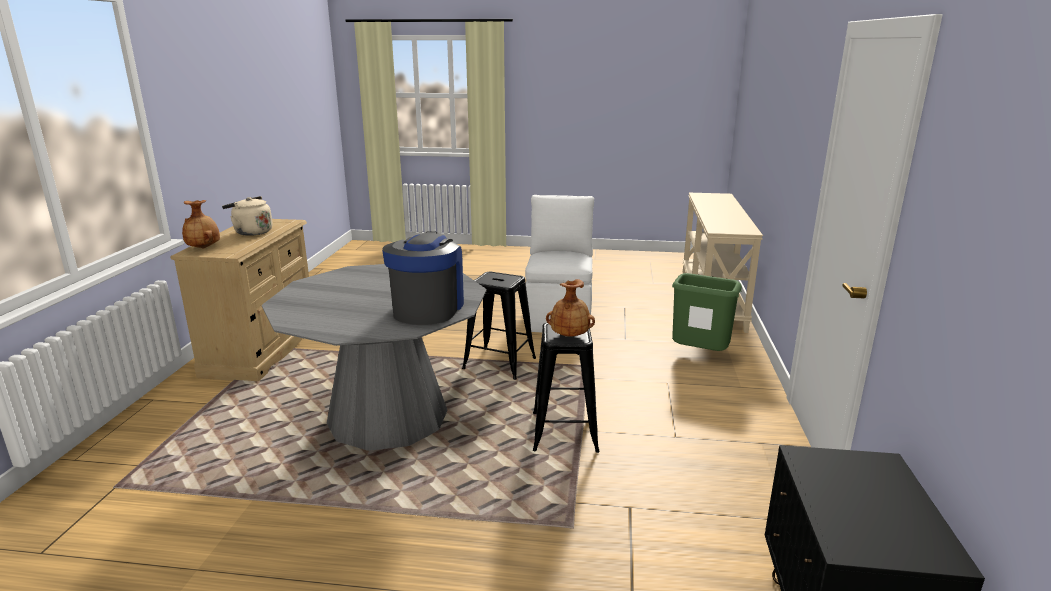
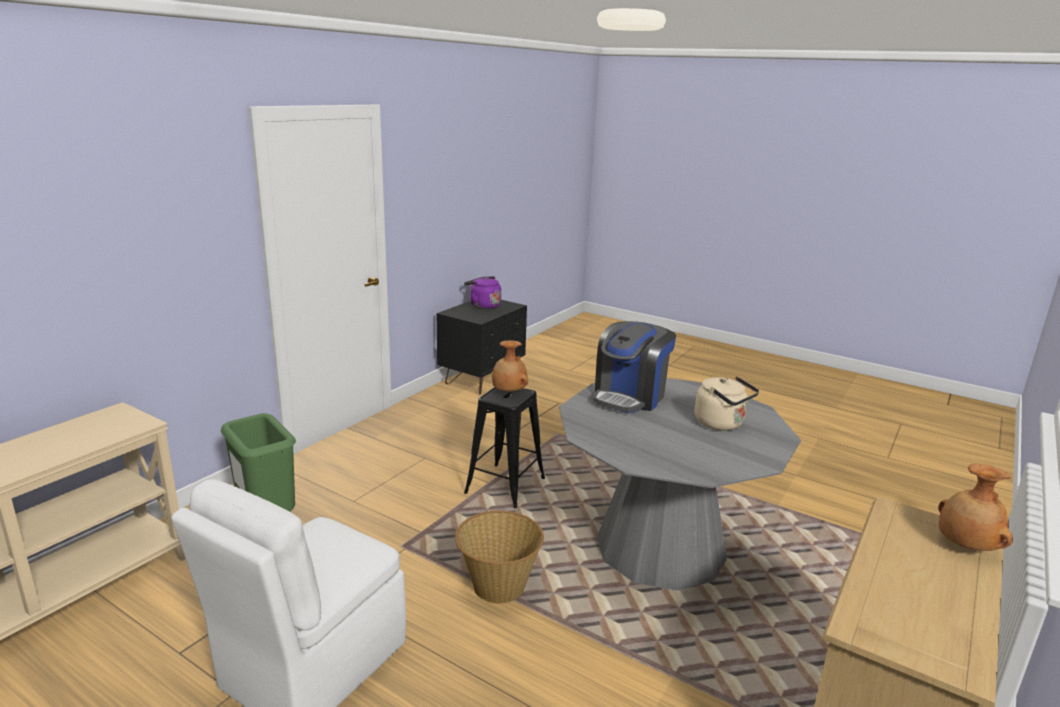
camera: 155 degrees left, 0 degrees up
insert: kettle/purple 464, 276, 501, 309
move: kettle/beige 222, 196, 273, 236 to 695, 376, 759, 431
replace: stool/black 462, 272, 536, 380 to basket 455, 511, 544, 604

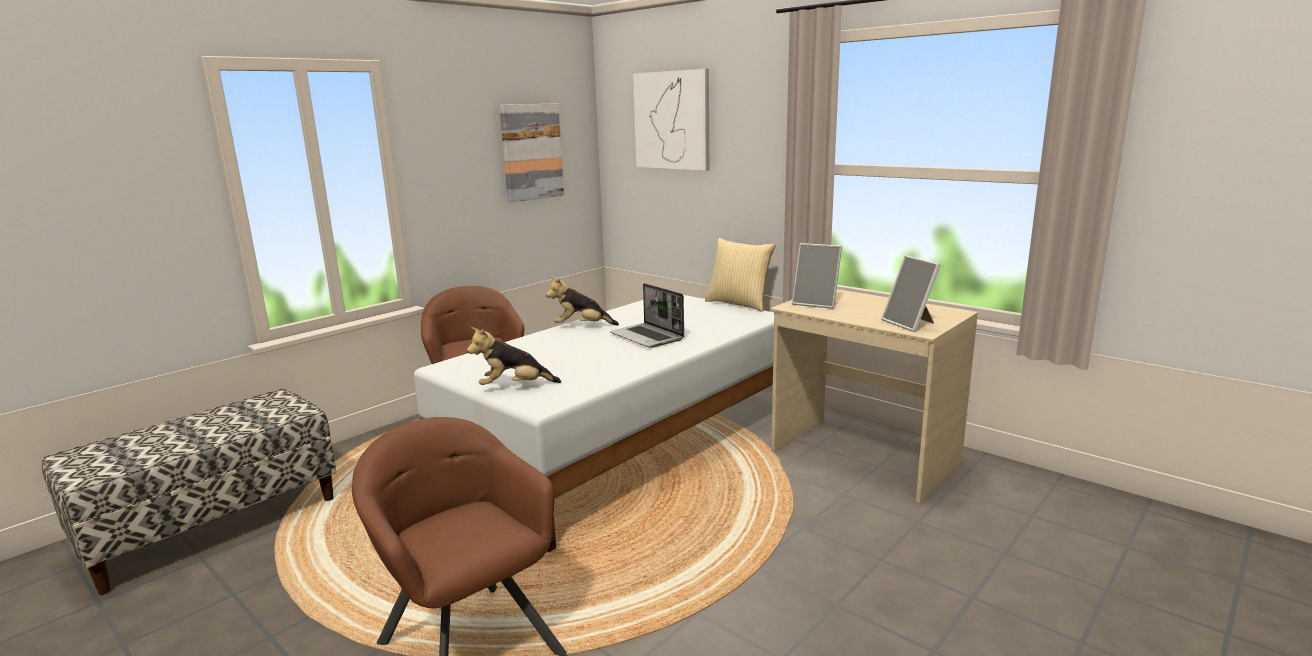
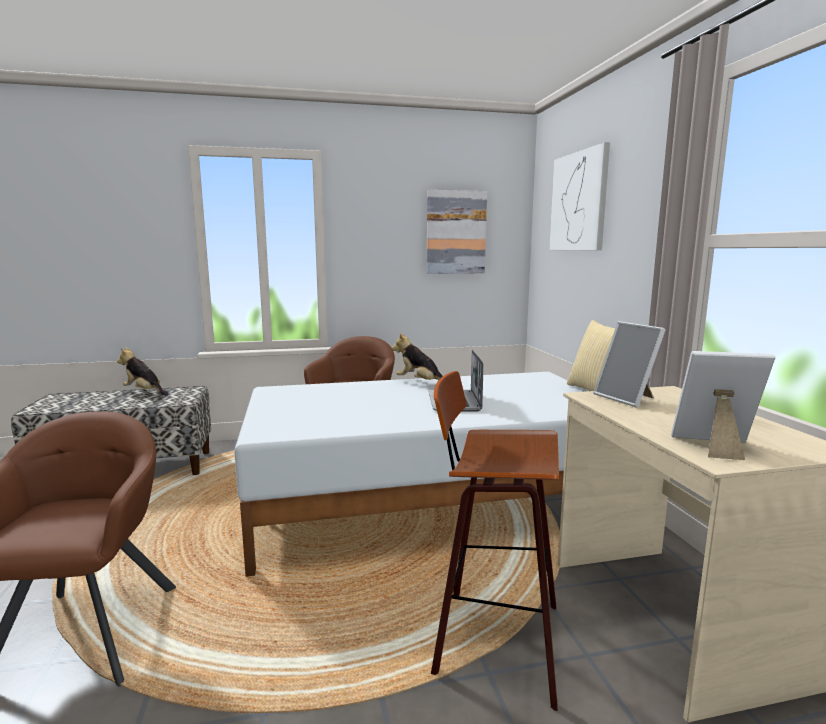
camera: 35 degrees right, 5 degrees down
insert: stool 431, 371, 559, 711
move: plush toy 467, 327, 561, 385 to 117, 347, 169, 396
rotate: picture frame 881, 255, 941, 332 = 671, 351, 776, 460 90 degrees clockwise

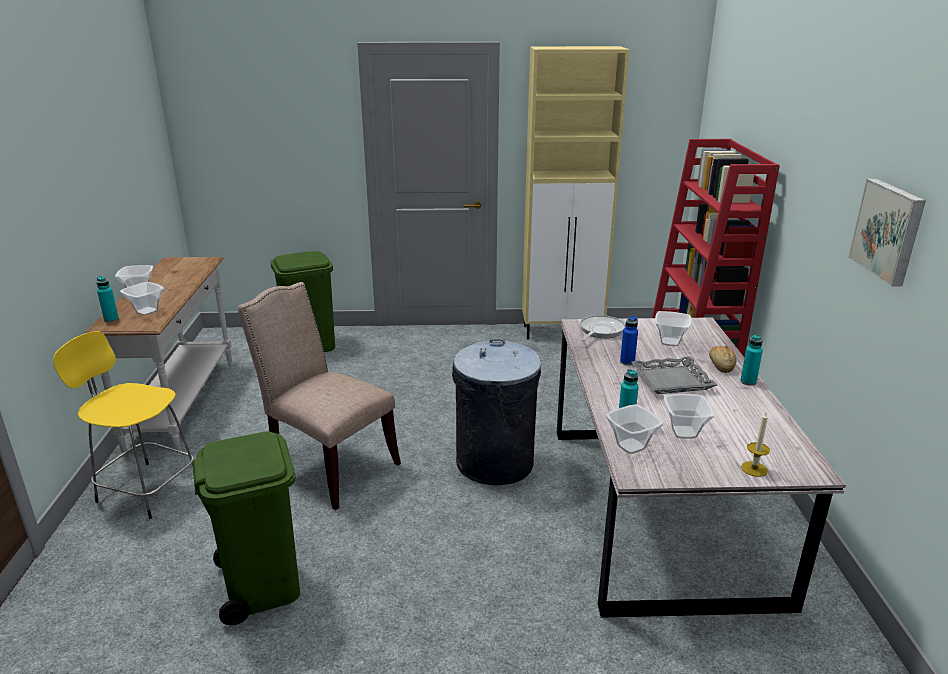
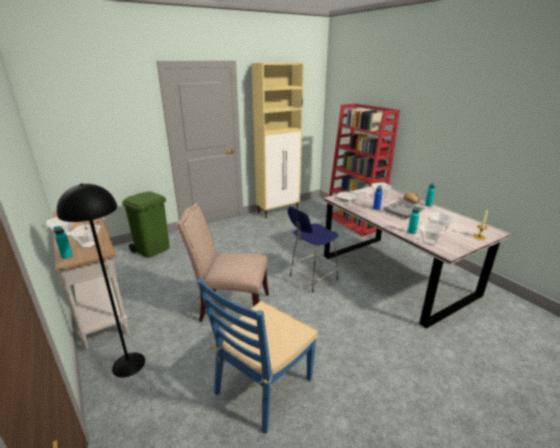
camera: 30 degrees left, 0 degrees up
delete: picture 848, 179, 926, 286
replace: stool/yellow 53, 331, 194, 519 to floor lamp/black 57, 183, 145, 377; trash can/green 193, 431, 300, 625 to chair/blue 197, 278, 318, 434; trash can/grey 452, 338, 541, 485 to stool/blue 288, 207, 339, 293

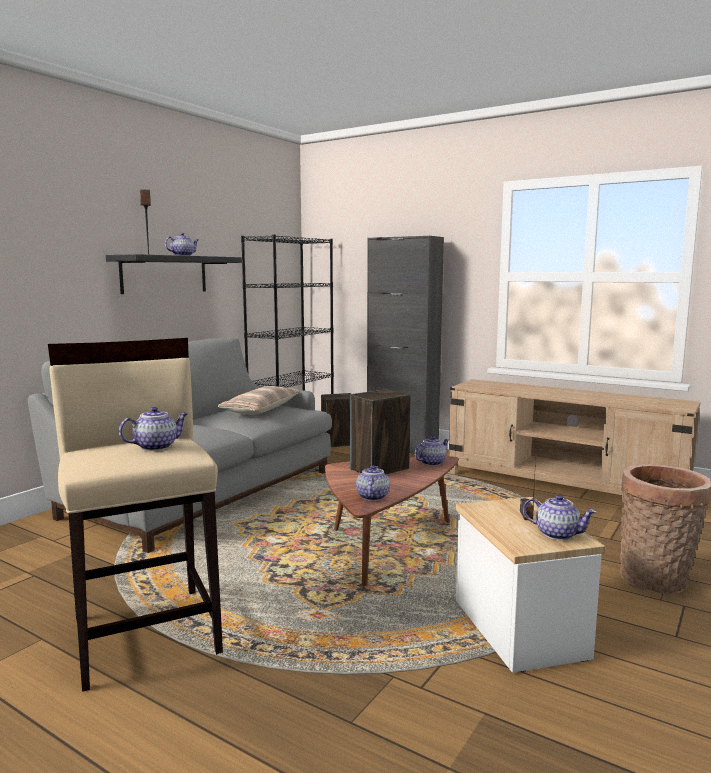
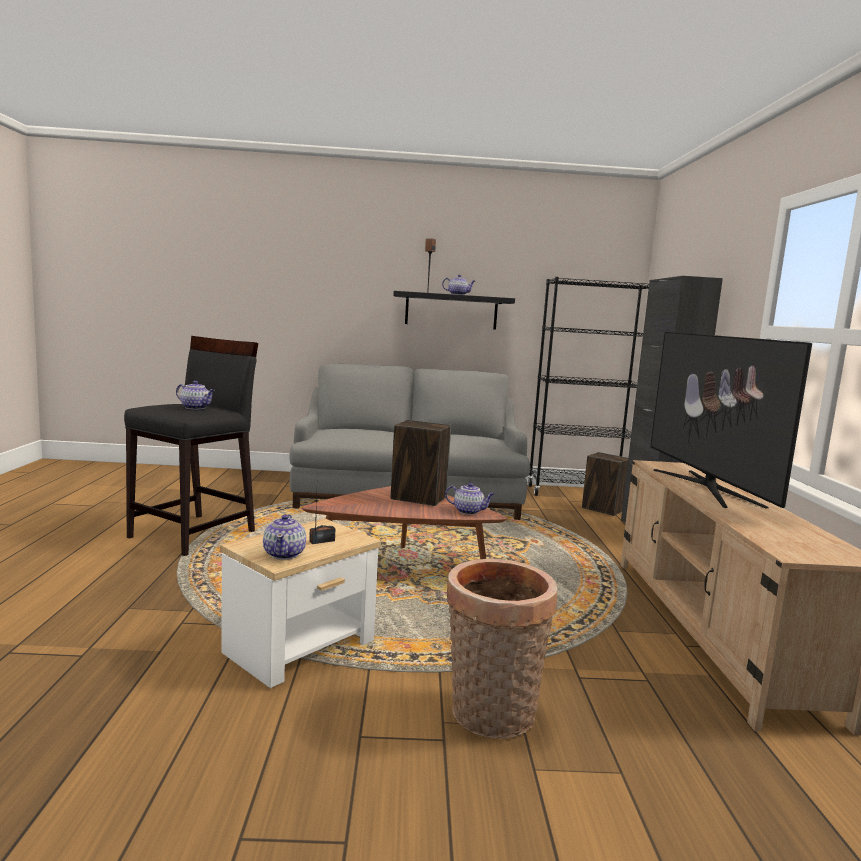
camera: 55 degrees right, 0 degrees up
delete: pillow 218, 386, 301, 415; teapot 356, 465, 390, 501
insert: television 650, 332, 812, 508
recolor: stool/beige 48, 338, 223, 692 to stool/black 124, 336, 258, 556

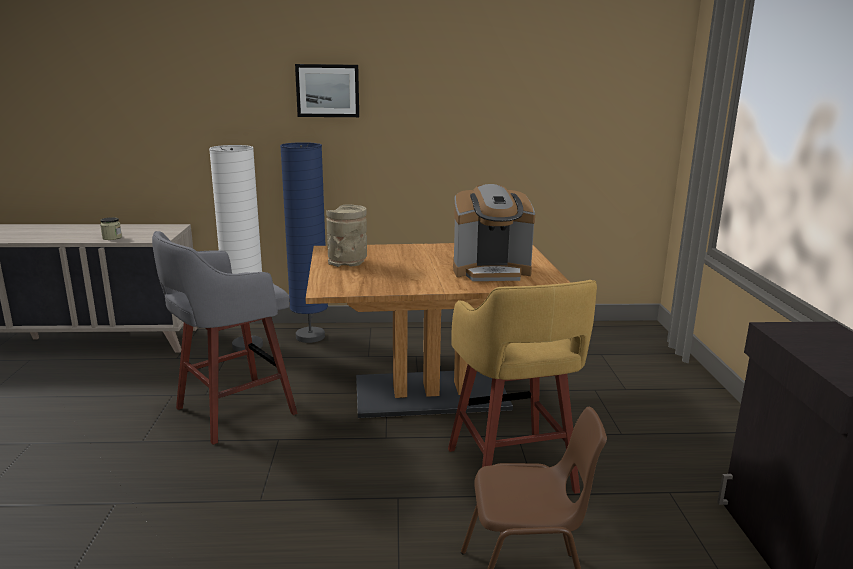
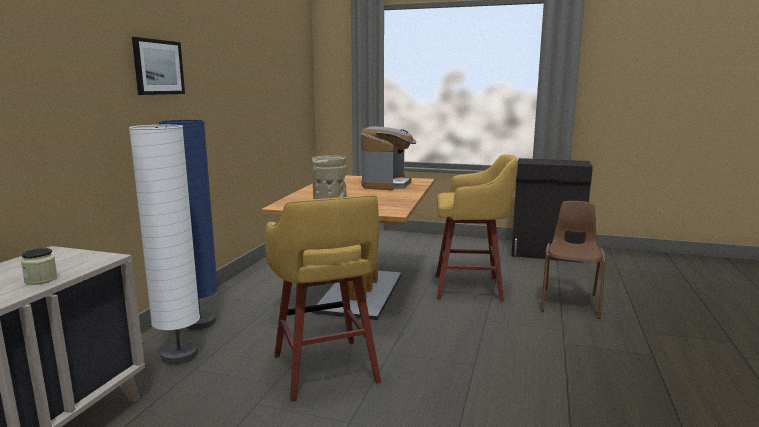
camera: 70 degrees left, 5 degrees down
recolor: stool/grey 152, 231, 297, 445 to stool/yellow 265, 195, 381, 402

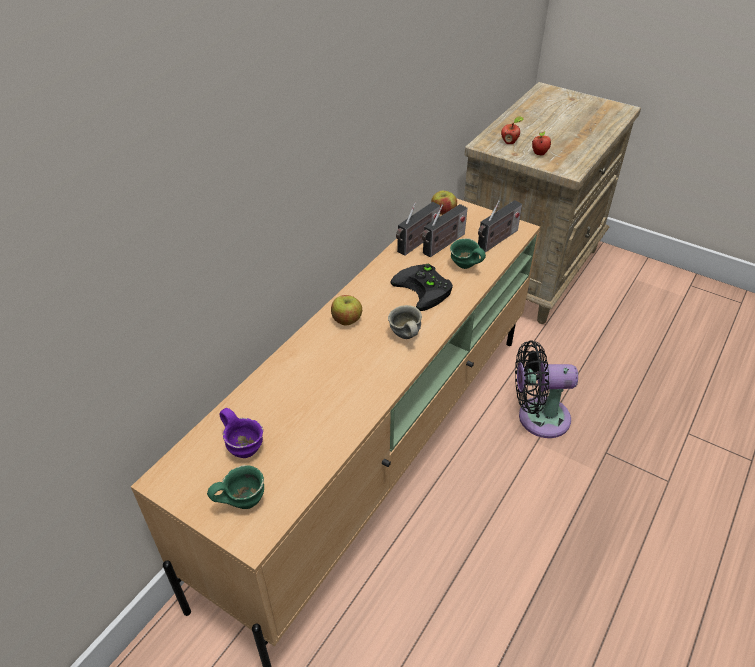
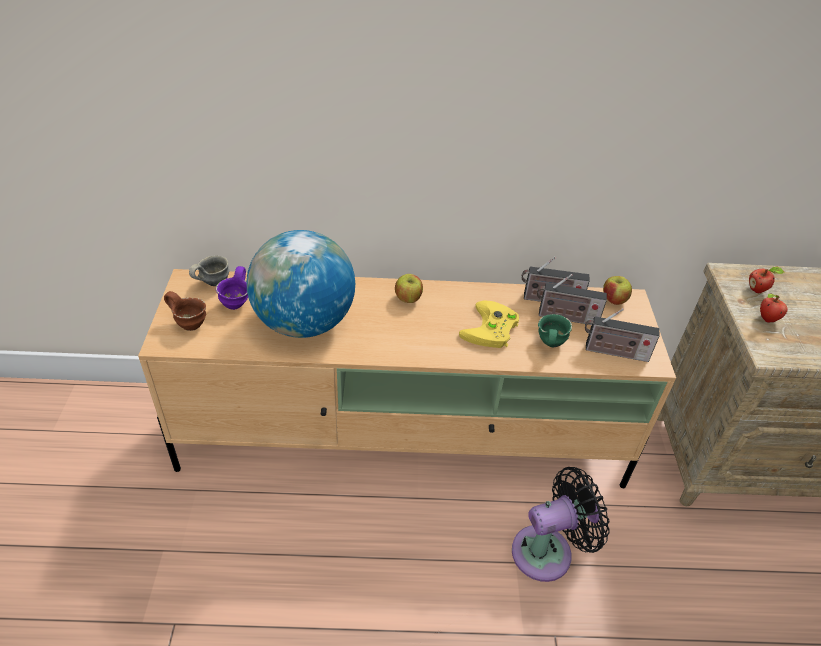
camera: 55 degrees right, 0 degrees up
insert: globe 246, 230, 355, 338
move: mug/grey 388, 305, 422, 339 to 189, 255, 229, 286
recolor: mug/green 207, 465, 264, 509 to mug/brown 164, 291, 206, 331; game controller/black 391, 264, 453, 311 to game controller/yellow 459, 300, 519, 348
rotate: fan/black 515, 340, 578, 438 = 512, 467, 610, 582 105 degrees clockwise

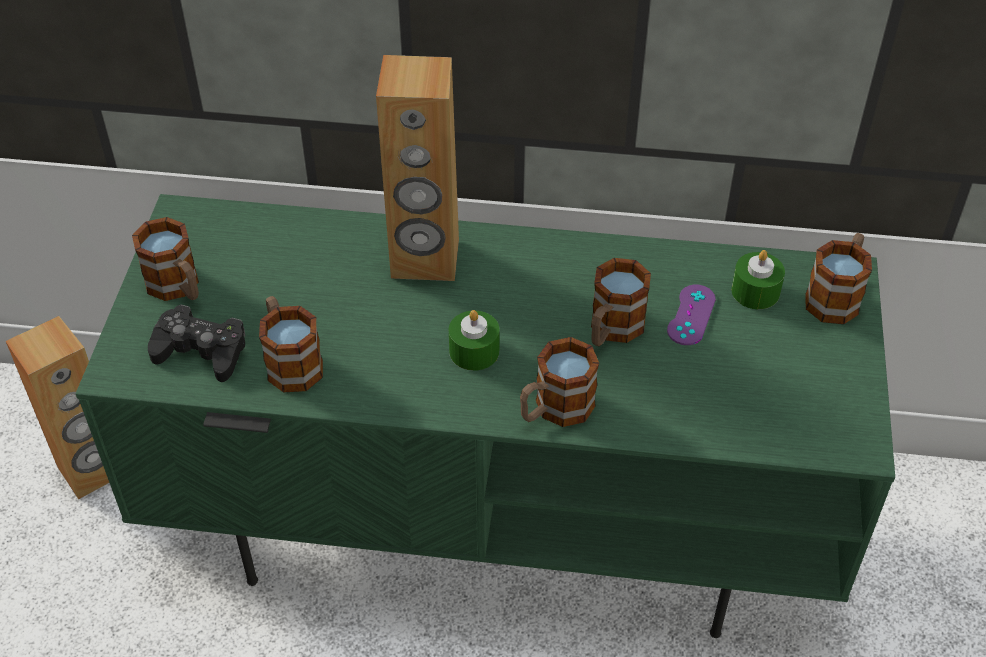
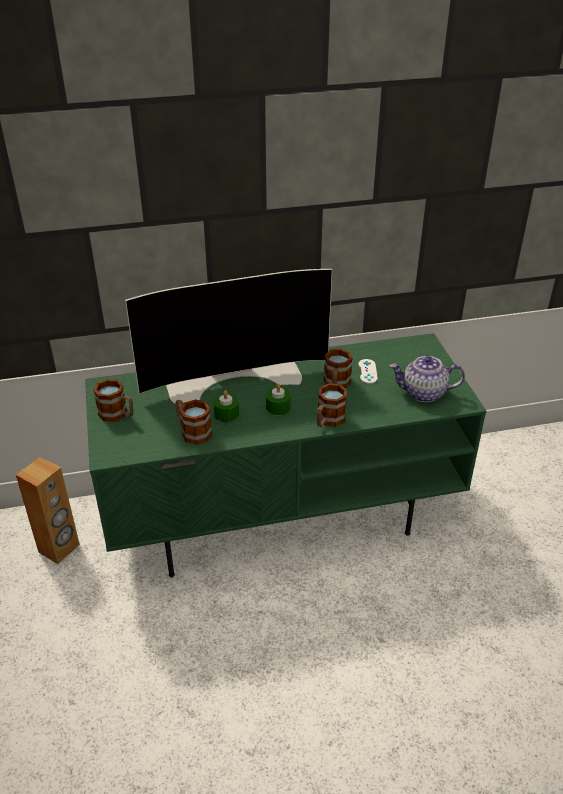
camera: 20 degrees left, 10 degrees down
delete: game controller/black 148, 305, 246, 382; mug 805, 233, 872, 324
insert: teapot 389, 356, 465, 402
move: candle/green 731, 250, 785, 309 to 213, 390, 239, 422
replace: speaker/brown 376, 55, 459, 281 to television 125, 269, 332, 406
recolor: game controller/purple 667, 285, 716, 345 to game controller/white 358, 359, 378, 384

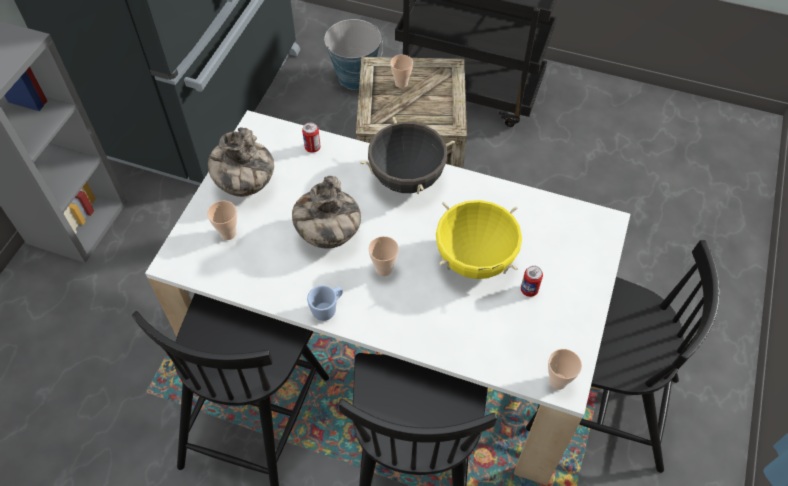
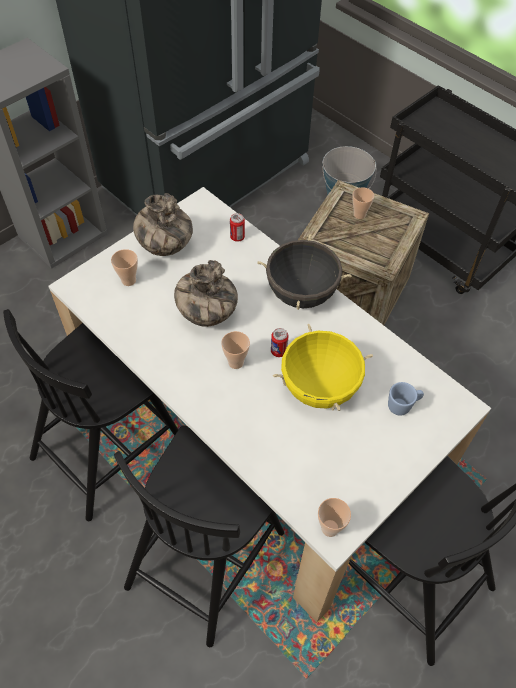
camera: 25 degrees right, 0 degrees up
move: can 521, 266, 543, 297 to 271, 328, 289, 357; mug/blue 307, 285, 343, 321 to 388, 382, 424, 416

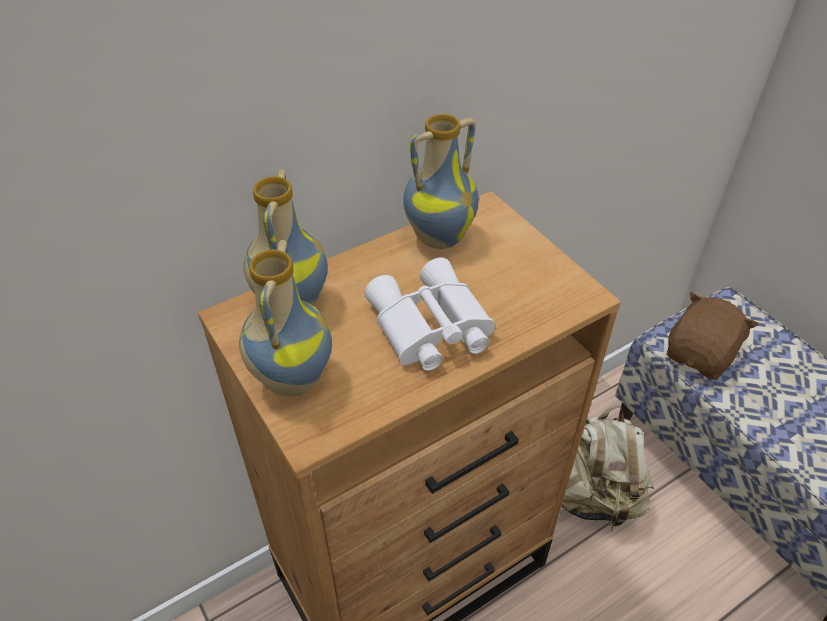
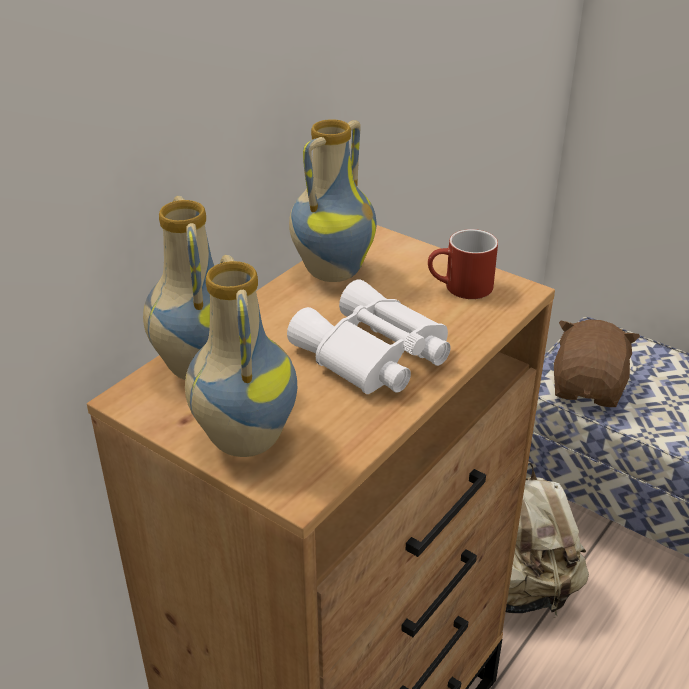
camera: 20 degrees left, 10 degrees down
insert: mug/red 428, 229, 498, 299

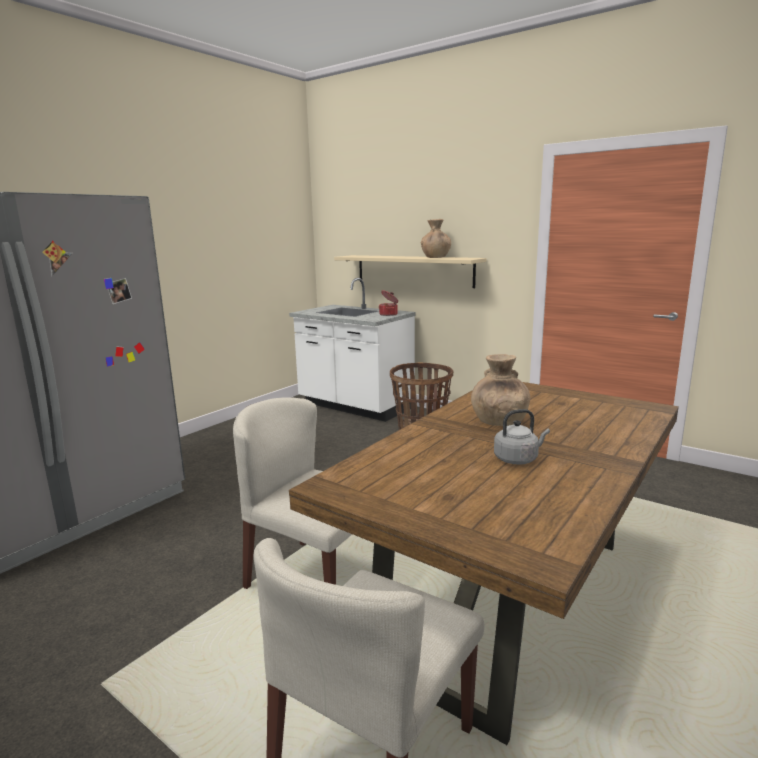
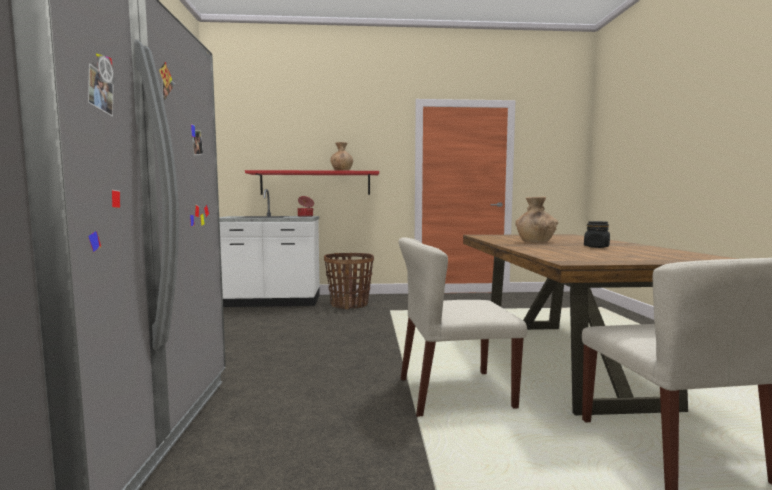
camera: 40 degrees left, 10 degrees down
replace: kettle/grey 494, 409, 550, 465 to jar/black 584, 221, 610, 248
recolor: shelf/beige 334, 255, 486, 288 to shelf/red 245, 170, 379, 195

